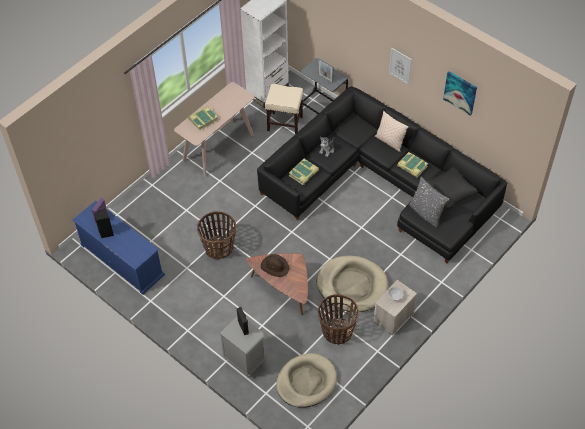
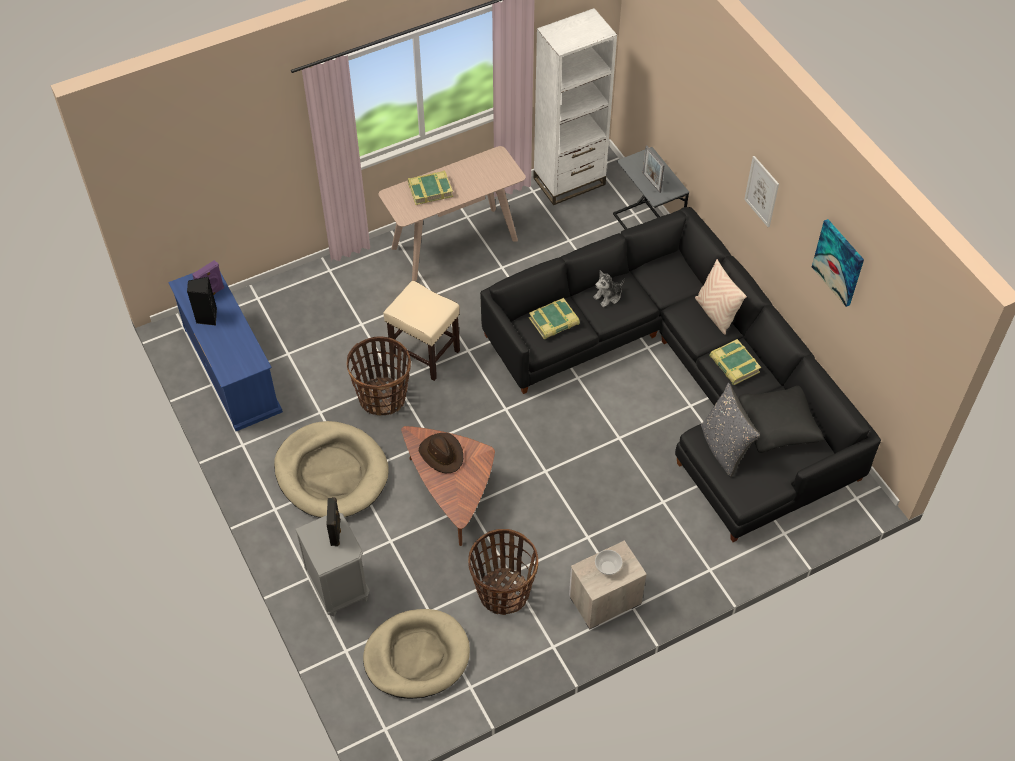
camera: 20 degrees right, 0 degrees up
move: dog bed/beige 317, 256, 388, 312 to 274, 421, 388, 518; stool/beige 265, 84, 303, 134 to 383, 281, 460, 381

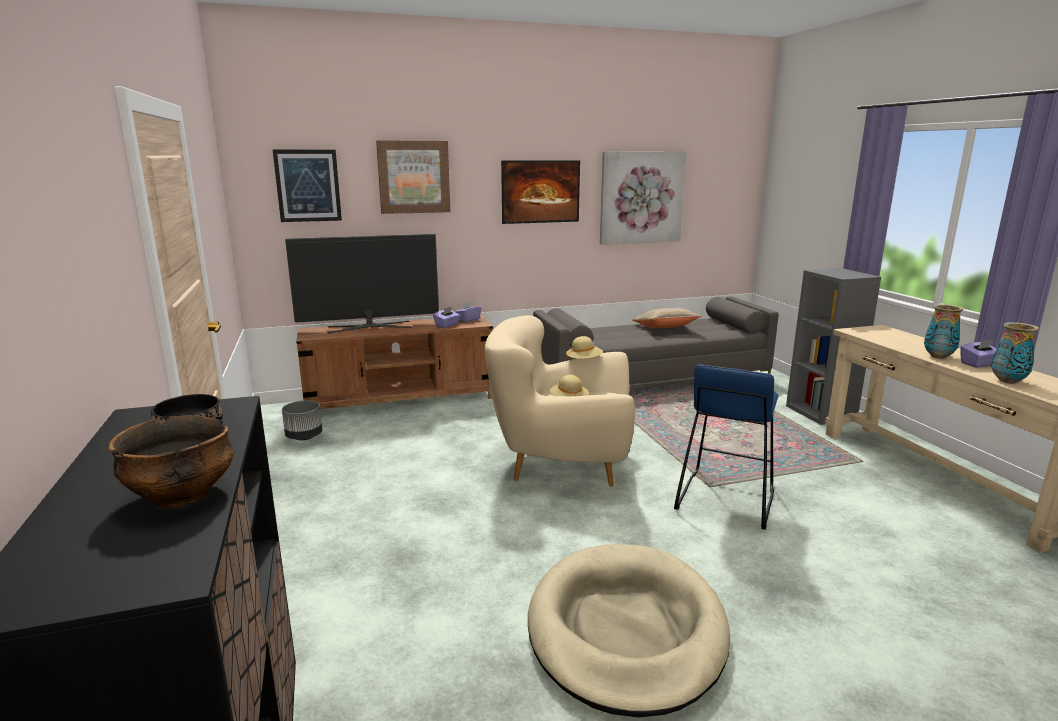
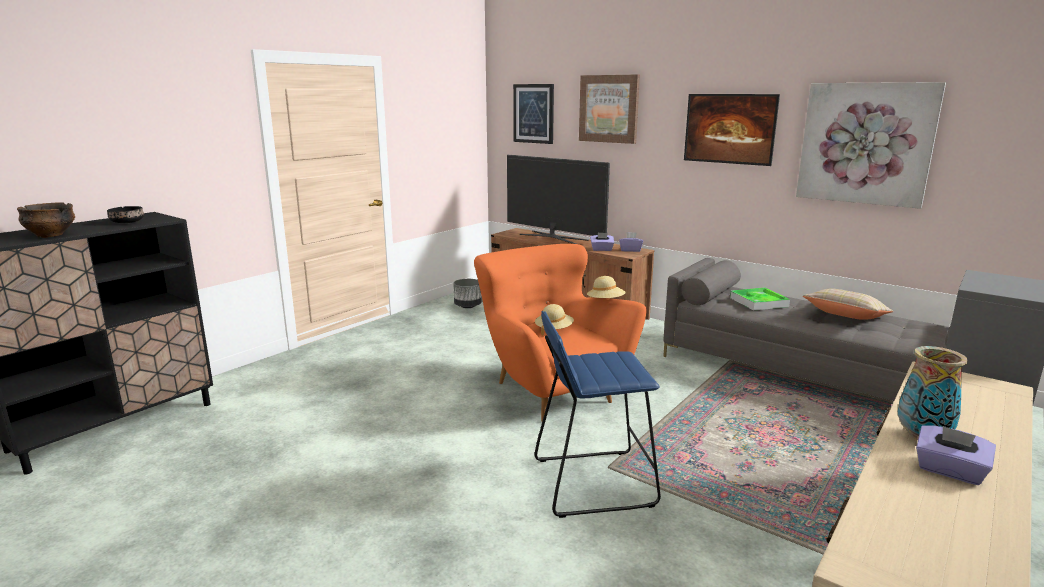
camera: 55 degrees right, 0 degrees up
delete: dog bed/beige 528, 544, 730, 717; vase 991, 322, 1039, 384
insert: tray 730, 288, 790, 310
recolor: armchair/beige 485, 315, 635, 487 to armchair/orange 474, 244, 647, 421

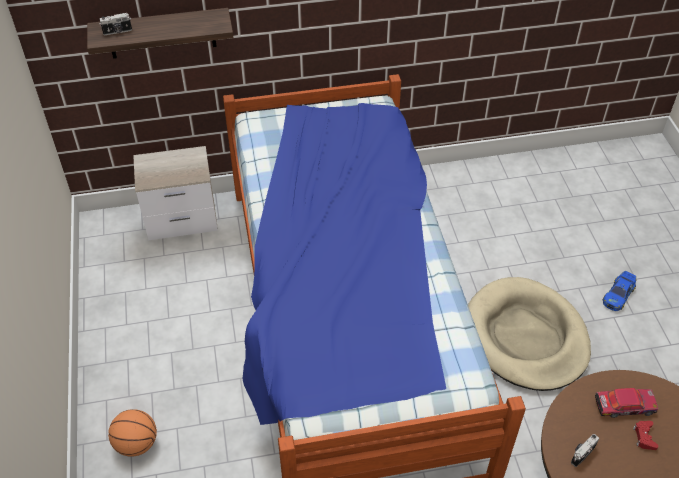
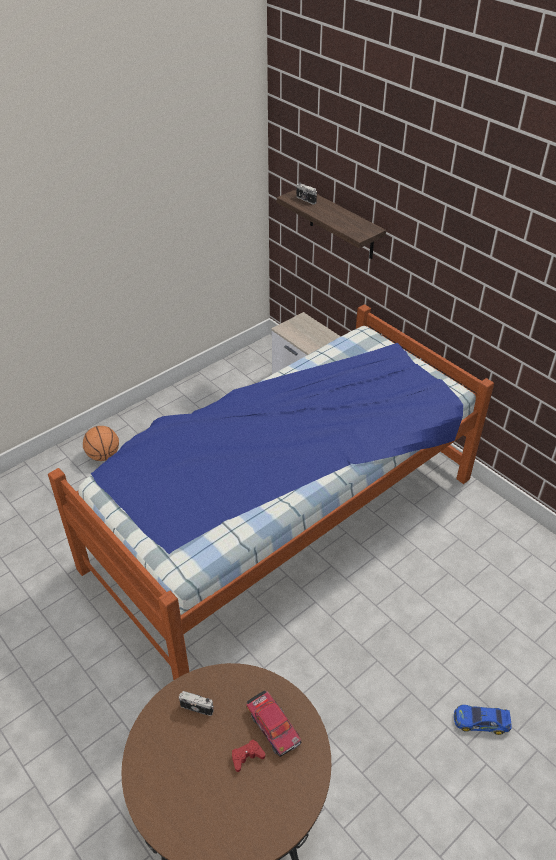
camera: 60 degrees right, 5 degrees down
delete: dog bed/beige 468, 277, 591, 391

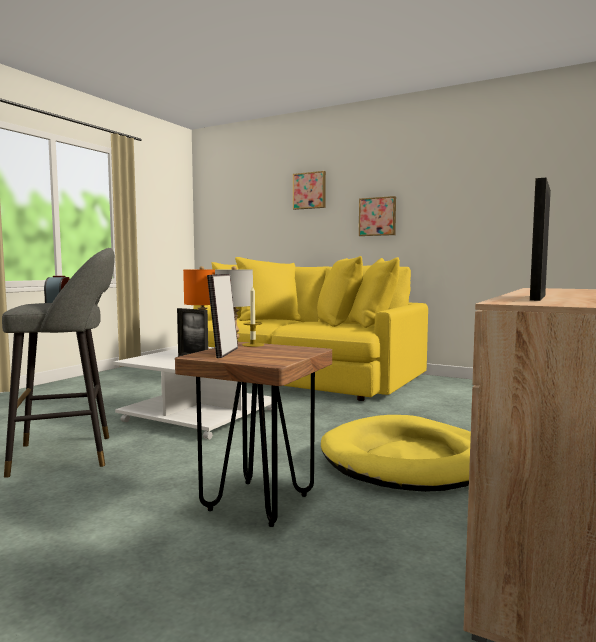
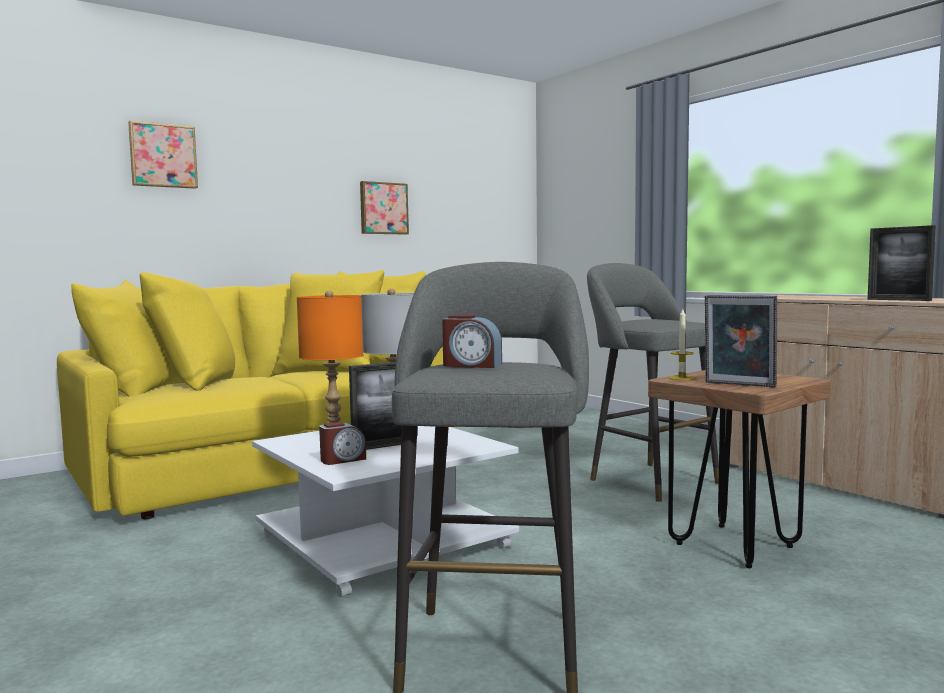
camera: 65 degrees left, 0 degrees up
insert: alarm clock 319, 422, 366, 465
move: picture 359, 196, 396, 236 to 360, 181, 409, 234
replace: dog bed/yellow 321, 415, 471, 492 to stool/grey 587, 263, 719, 502

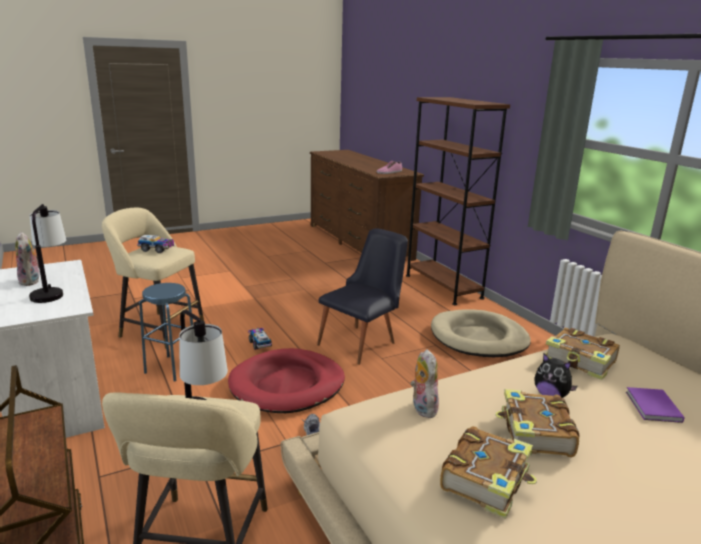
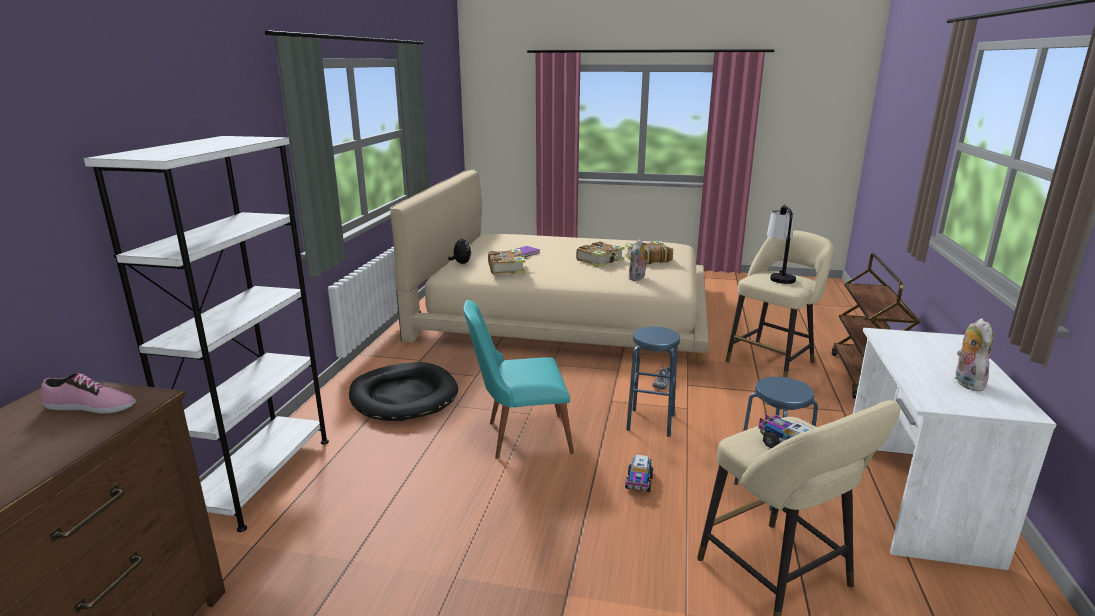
camera: 140 degrees left, 0 degrees up
delete: table lamp 29, 204, 66, 303
move: plush toy 534, 354, 577, 398 to 448, 235, 471, 264
replace: dog bed/red 228, 348, 345, 413 to stool/blue 626, 326, 680, 437
recolor: bookcase/brown 406, 97, 510, 305 to bookcase/white 84, 136, 329, 532; dog bed/beige 431, 309, 531, 357 to dog bed/black 349, 362, 458, 421; chair/black 317, 228, 408, 365 to chair/turquoise 463, 300, 574, 459

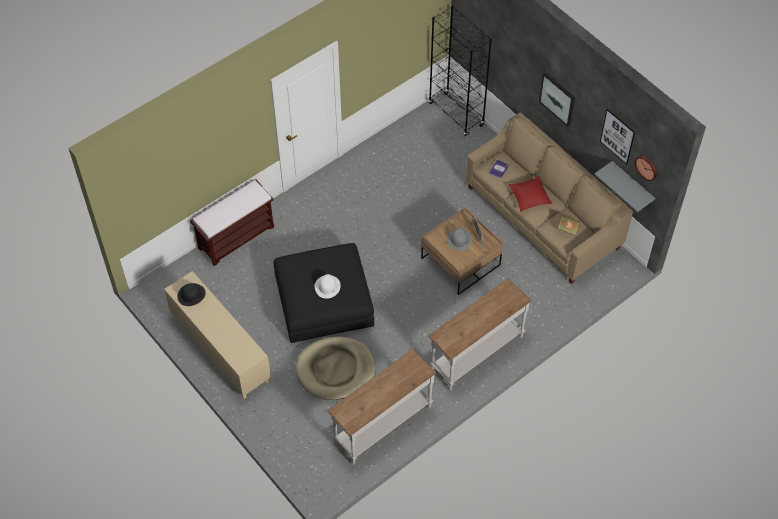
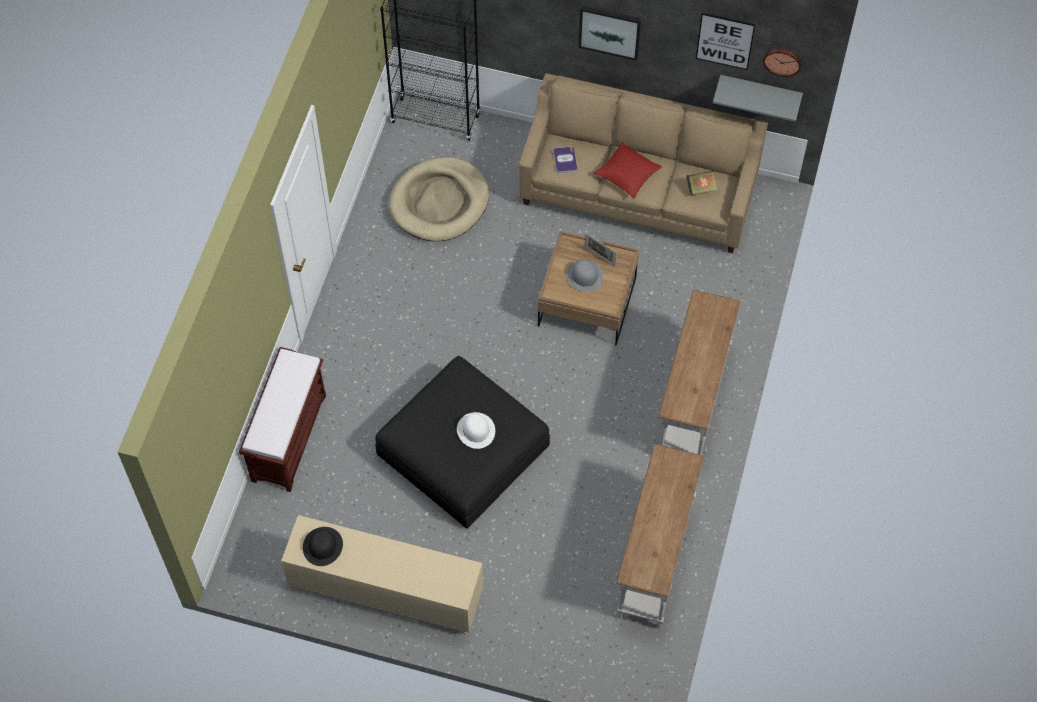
camera: 35 degrees left, 5 degrees up
move: dog bed/beige 296, 337, 376, 400 to 389, 157, 489, 241

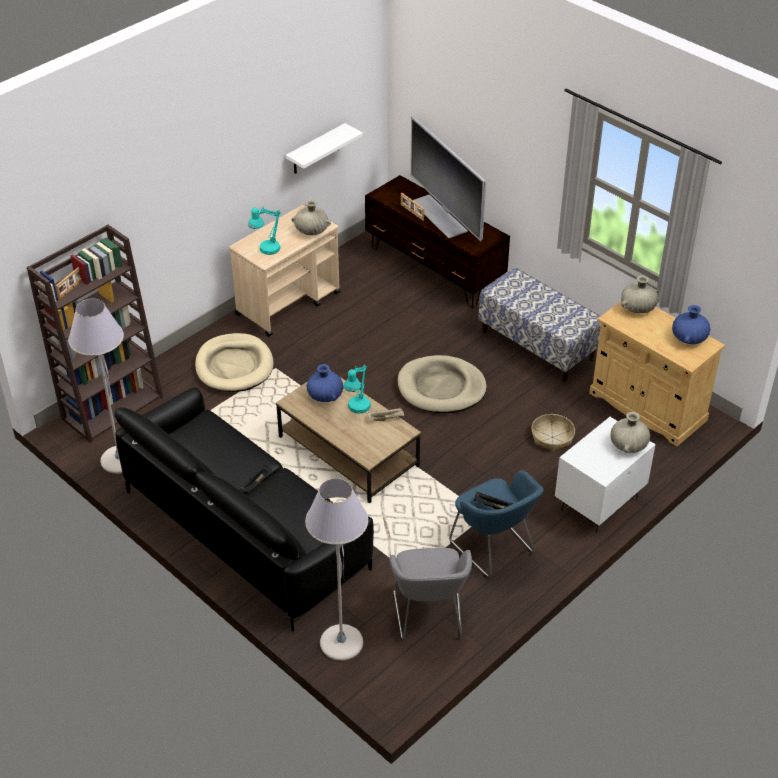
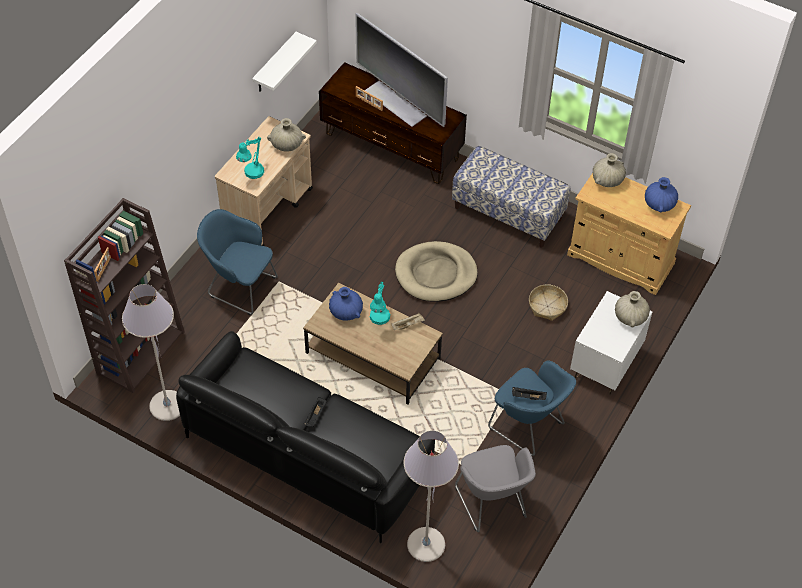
camera: 15 degrees left, 10 degrees up
replace: dog bed/beige 195, 333, 273, 392 to armchair/blue 197, 209, 278, 315

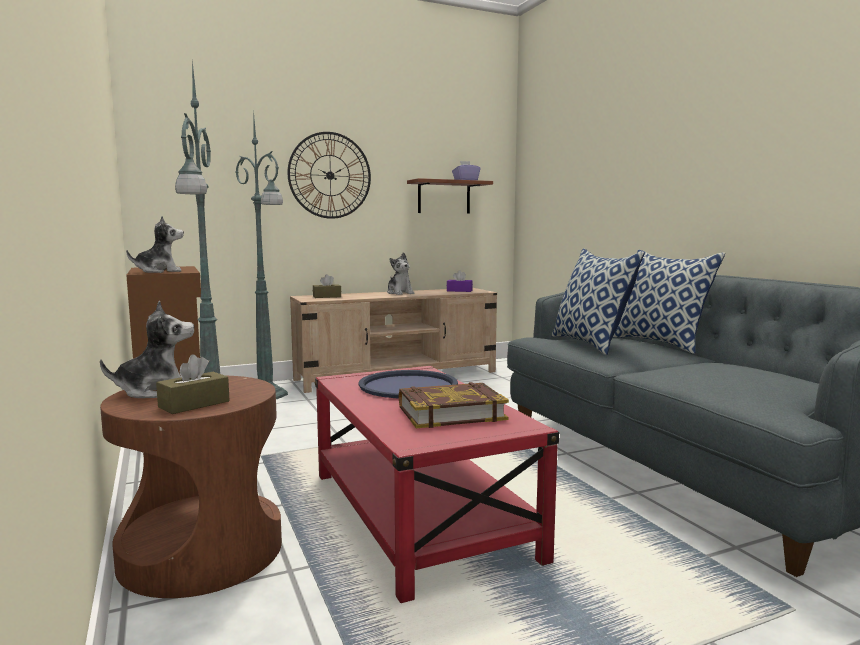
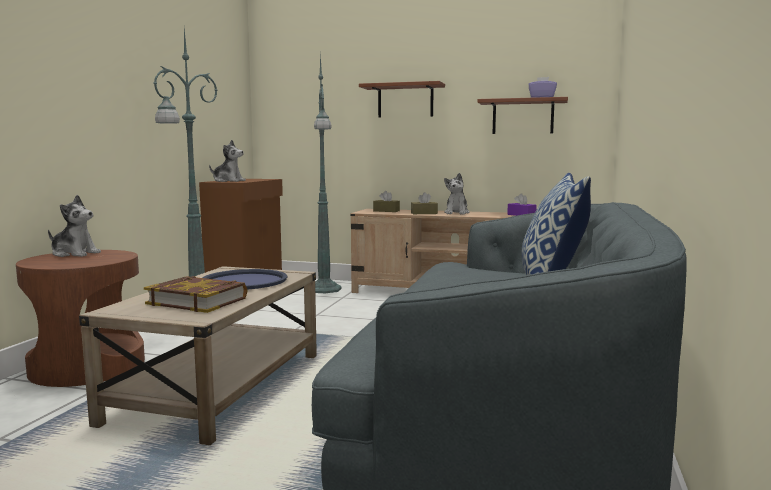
camera: 40 degrees right, 0 degrees up
delete: pillow 552, 249, 645, 355
move: tissue box/brown 156, 354, 230, 414 to 411, 192, 438, 214
replace: wall clock 288, 132, 371, 219 to shelf/brown 359, 81, 445, 118
recolor: coffee table/red 315, 366, 559, 603 to coffee table/beige 79, 266, 317, 445

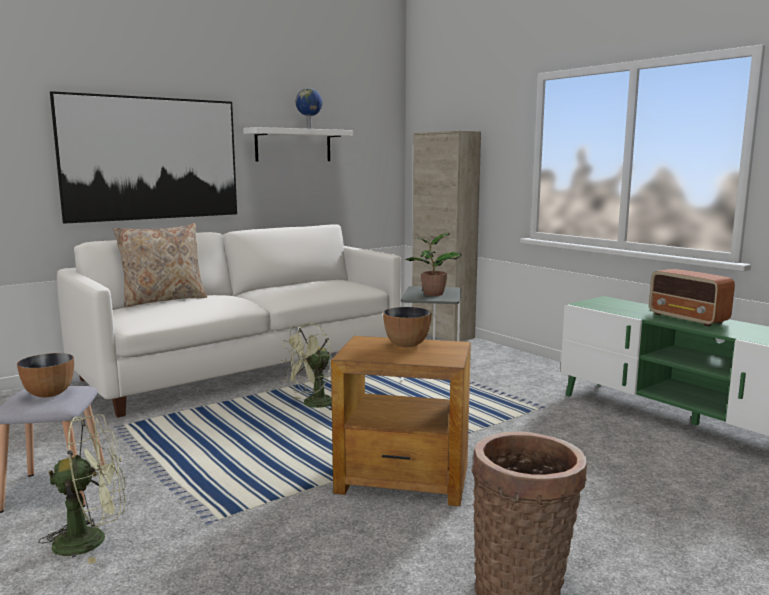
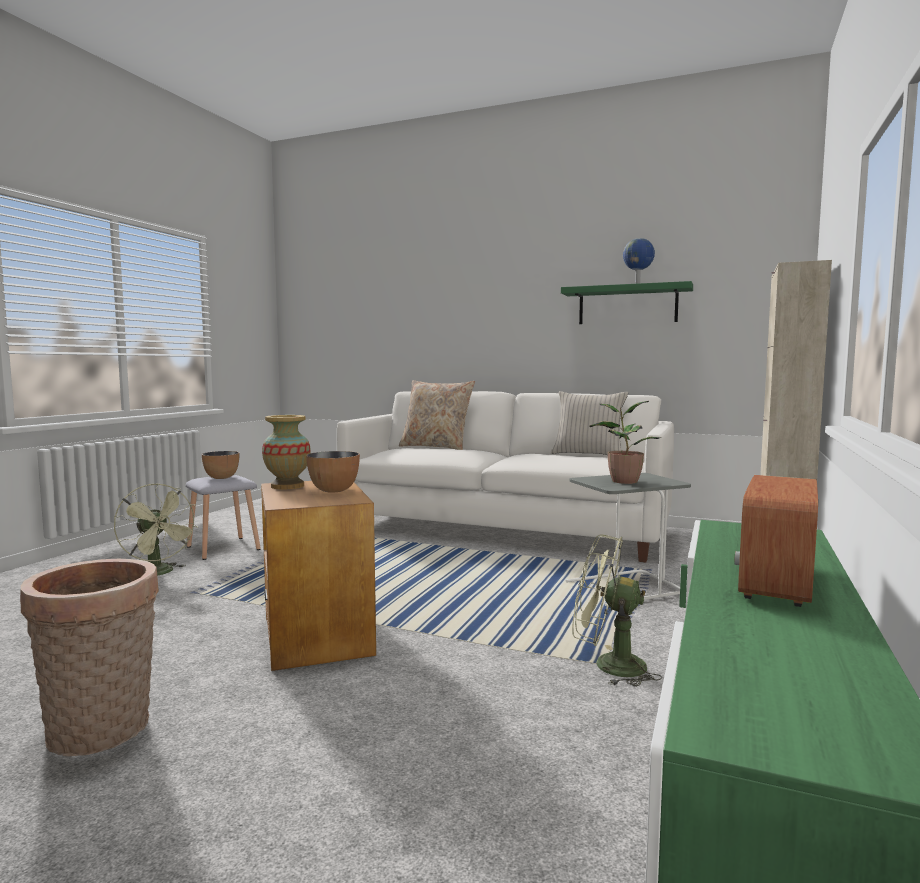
camera: 60 degrees right, 5 degrees down
delete: picture 50, 91, 237, 224
insert: vase 262, 415, 311, 489; pillow/beige 551, 391, 628, 455
move: fan/green 280, 323, 332, 410 to 572, 534, 662, 687
recolor: shelf/white 243, 127, 353, 161 to shelf/green 561, 281, 693, 324

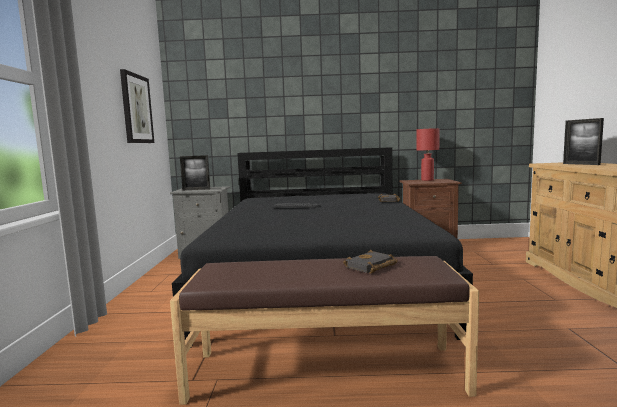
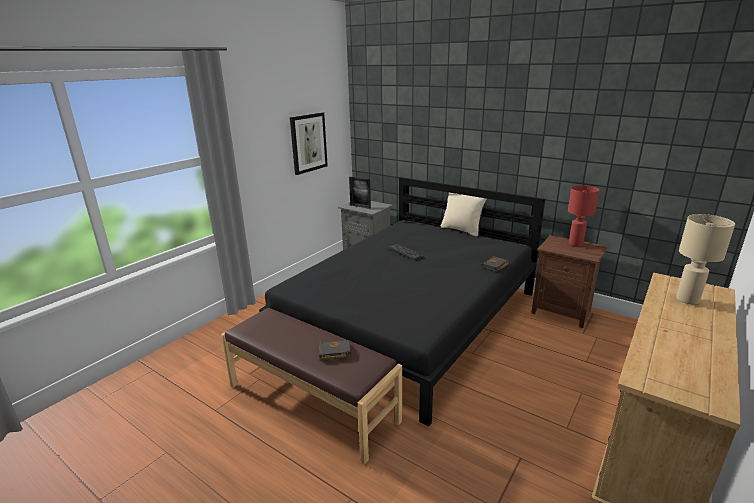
camera: 35 degrees right, 15 degrees up
insert: pillow/beige 440, 193, 487, 237
replace: picture frame 563, 118, 604, 165 to table lamp/beige 676, 214, 735, 305

